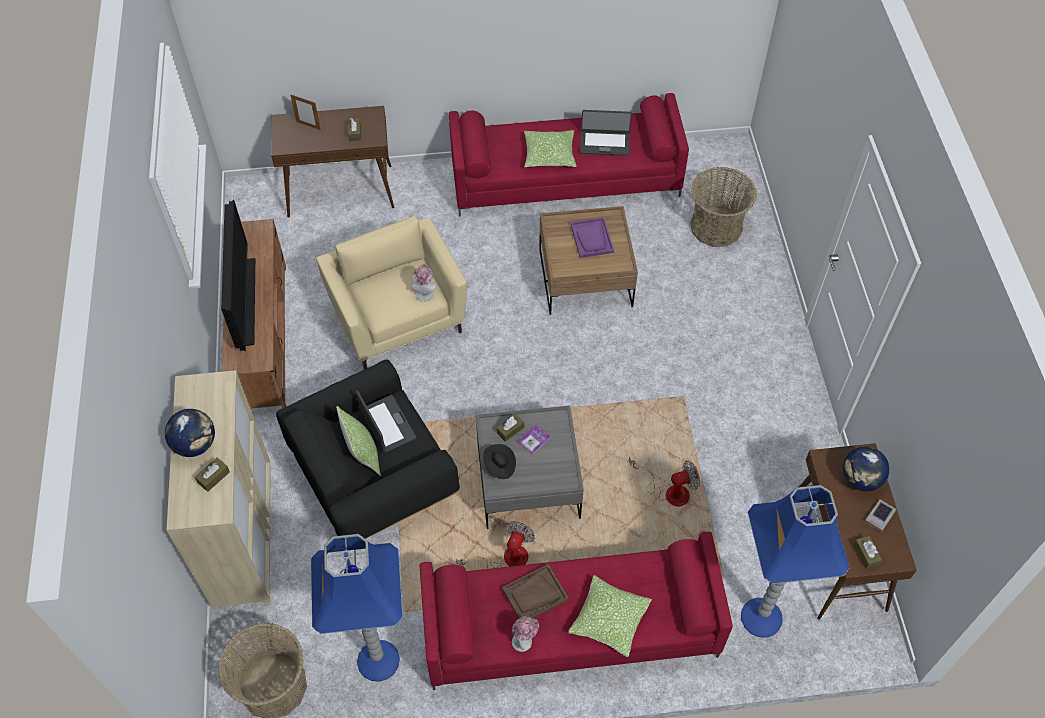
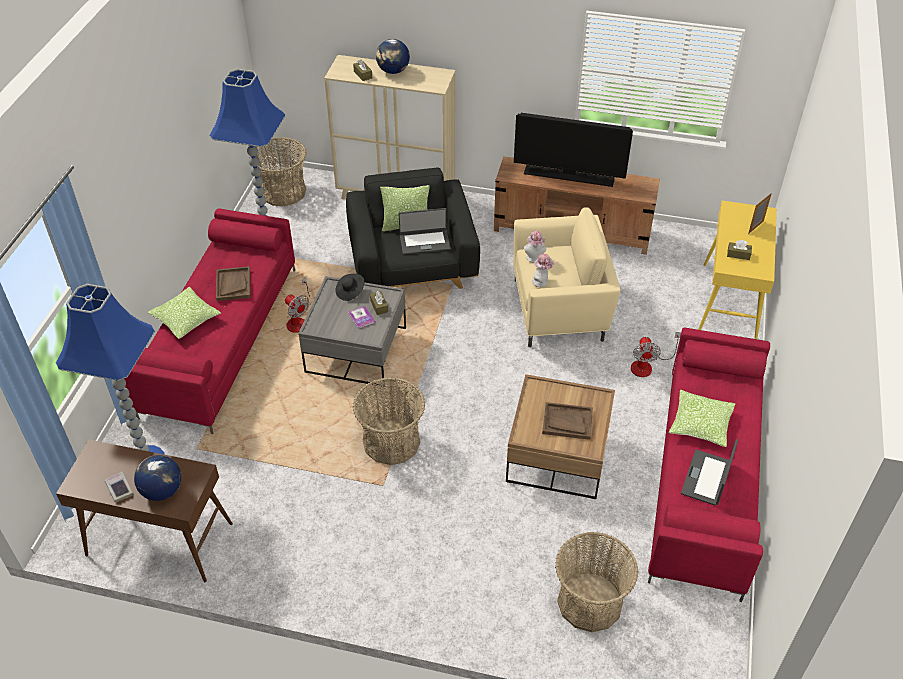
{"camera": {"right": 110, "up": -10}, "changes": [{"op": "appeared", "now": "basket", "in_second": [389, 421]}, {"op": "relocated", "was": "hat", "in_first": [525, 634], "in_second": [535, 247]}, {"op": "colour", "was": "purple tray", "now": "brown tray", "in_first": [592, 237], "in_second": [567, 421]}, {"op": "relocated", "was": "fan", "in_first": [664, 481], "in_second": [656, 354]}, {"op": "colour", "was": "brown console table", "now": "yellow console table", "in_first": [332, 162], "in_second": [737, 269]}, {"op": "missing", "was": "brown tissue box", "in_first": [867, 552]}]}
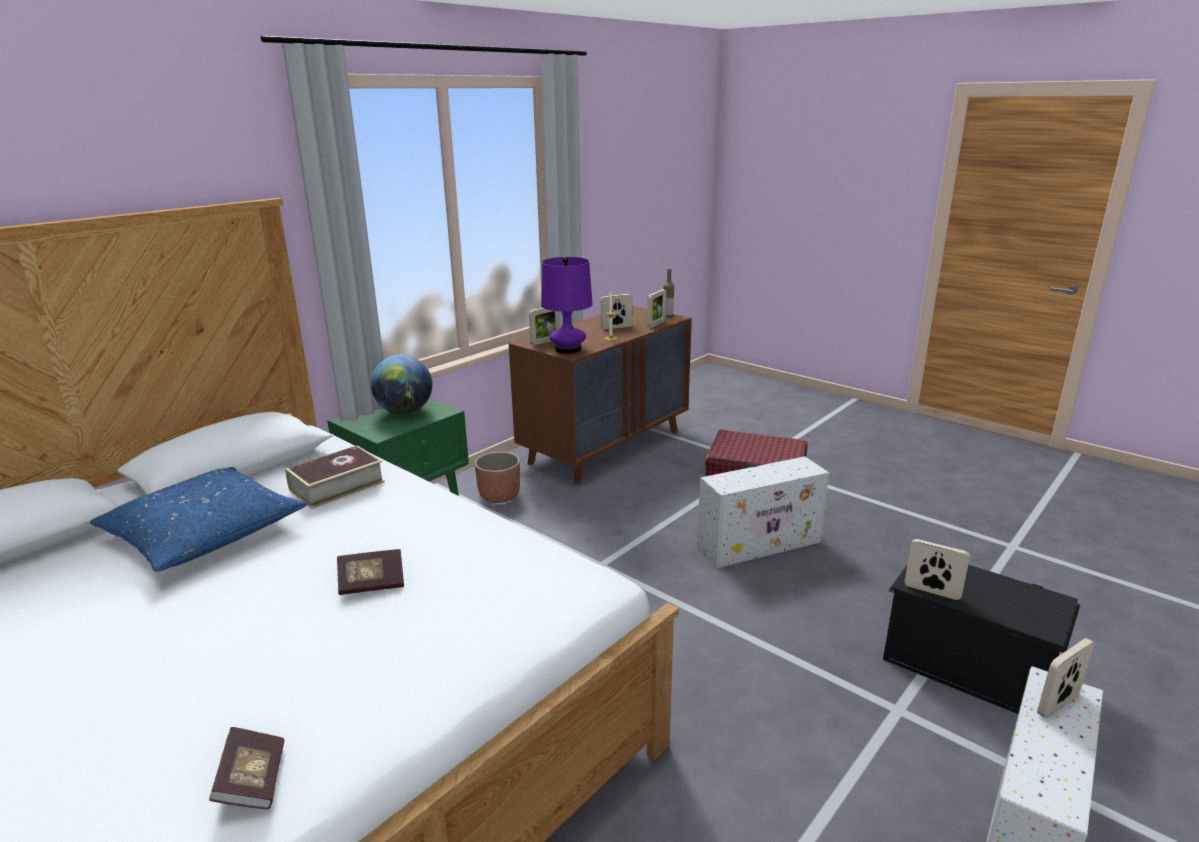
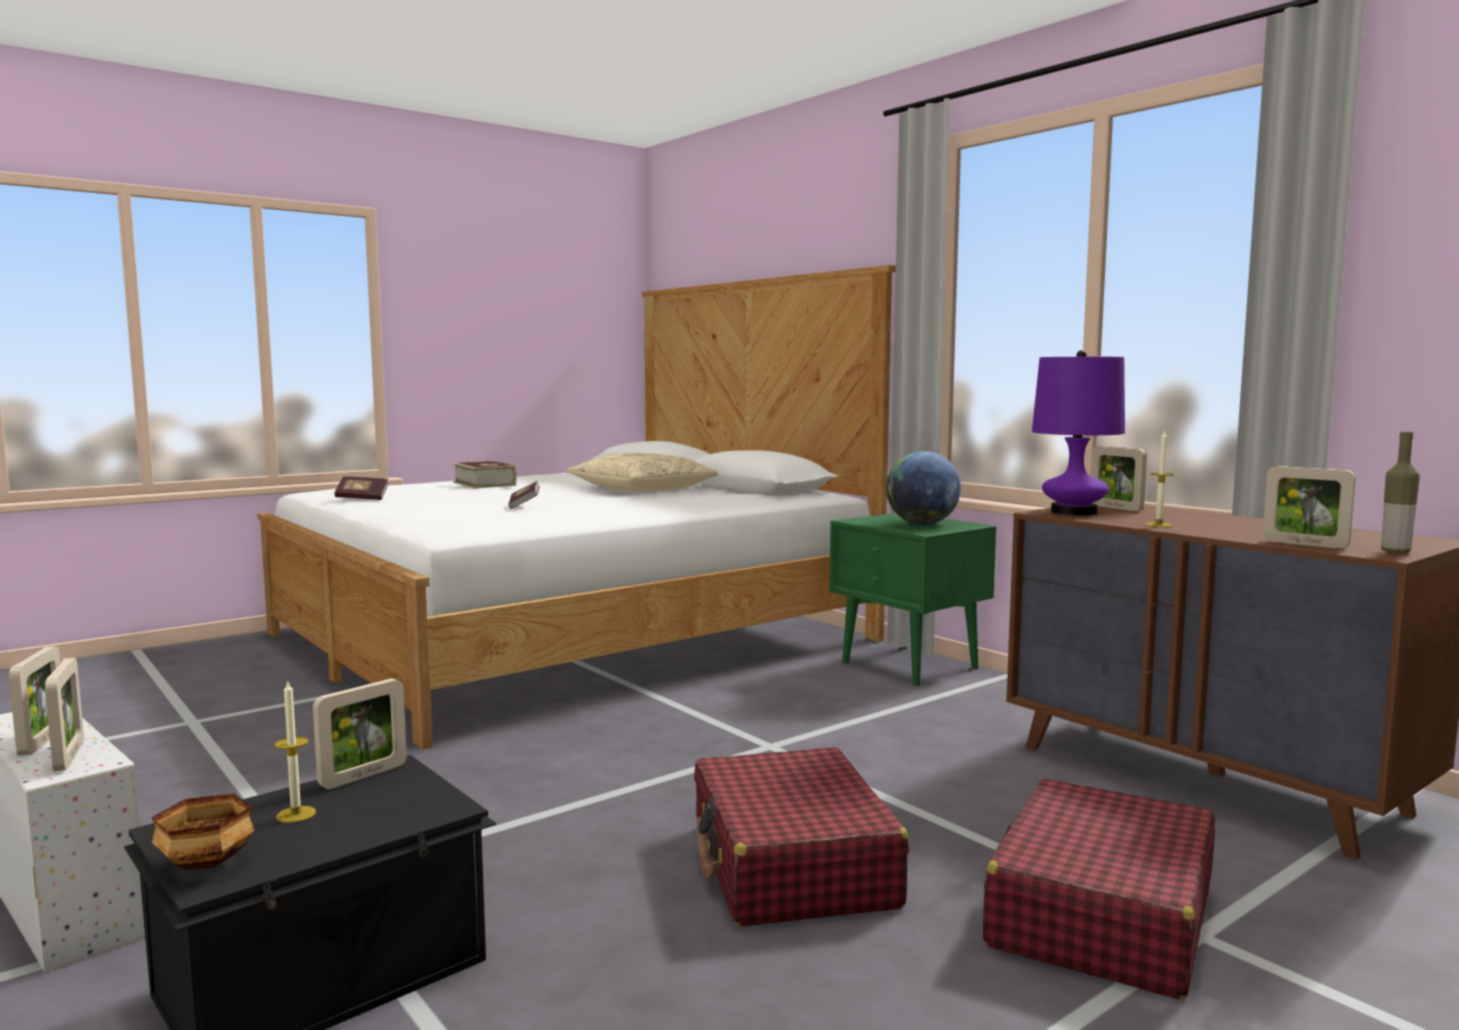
{"camera": {"right": 100, "up": -15}, "changes": [{"op": "relocated", "was": "picture frame", "in_first": [617, 312], "in_second": [34, 701]}, {"op": "appeared", "now": "bowl", "in_second": [203, 832]}, {"op": "appeared", "now": "candle", "in_second": [295, 752]}, {"op": "relocated", "was": "book", "in_first": [335, 477], "in_second": [484, 475]}, {"op": "colour", "was": "blue pillow", "now": "beige pillow", "in_first": [198, 519], "in_second": [642, 472]}, {"op": "exchanged", "was": "white storage box", "now": "red suitcase", "in_first": [763, 512], "in_second": [801, 837]}, {"op": "missing", "was": "planter", "in_first": [497, 477]}]}
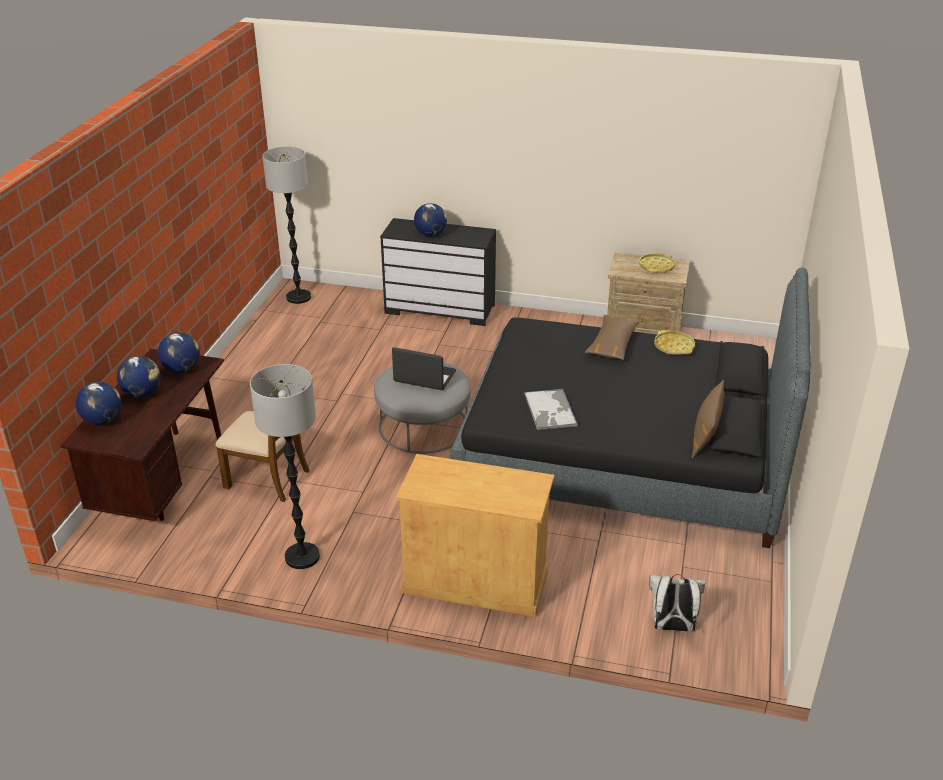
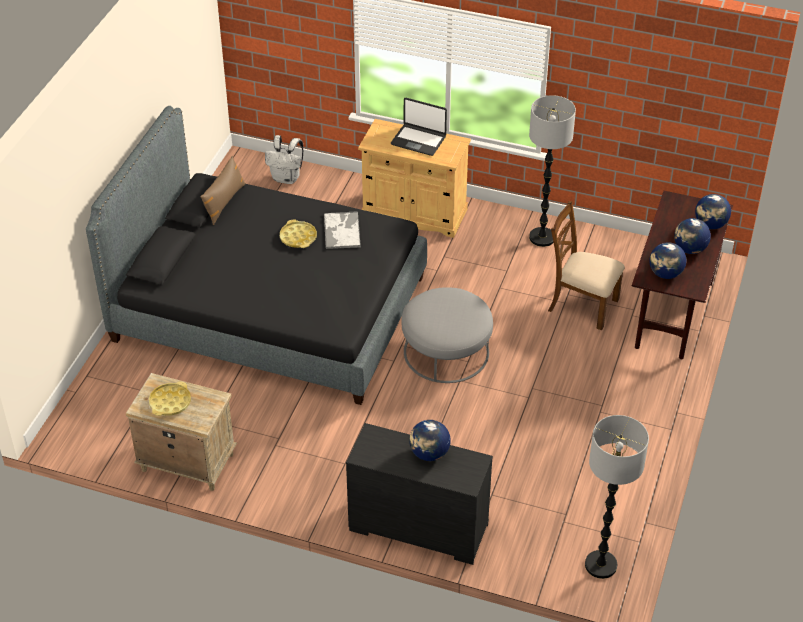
{"camera": {"right": -175, "up": 10}, "changes": [{"op": "relocated", "was": "yellow tray", "in_first": [674, 342], "in_second": [298, 233]}, {"op": "relocated", "was": "laptop", "in_first": [424, 368], "in_second": [419, 127]}, {"op": "missing", "was": "brown pillow", "in_first": [612, 337]}]}
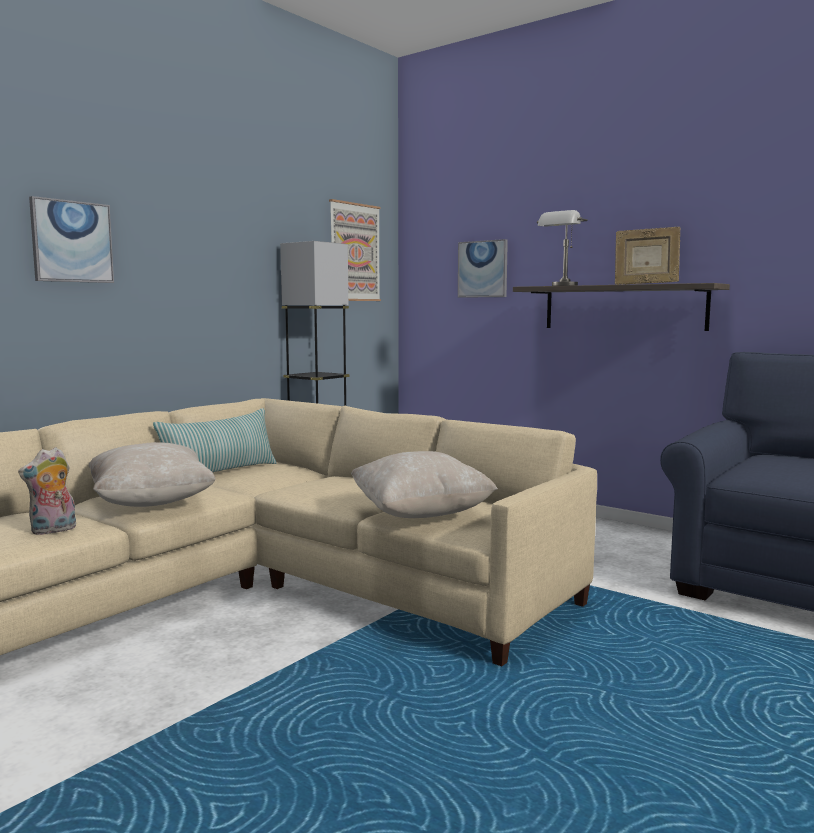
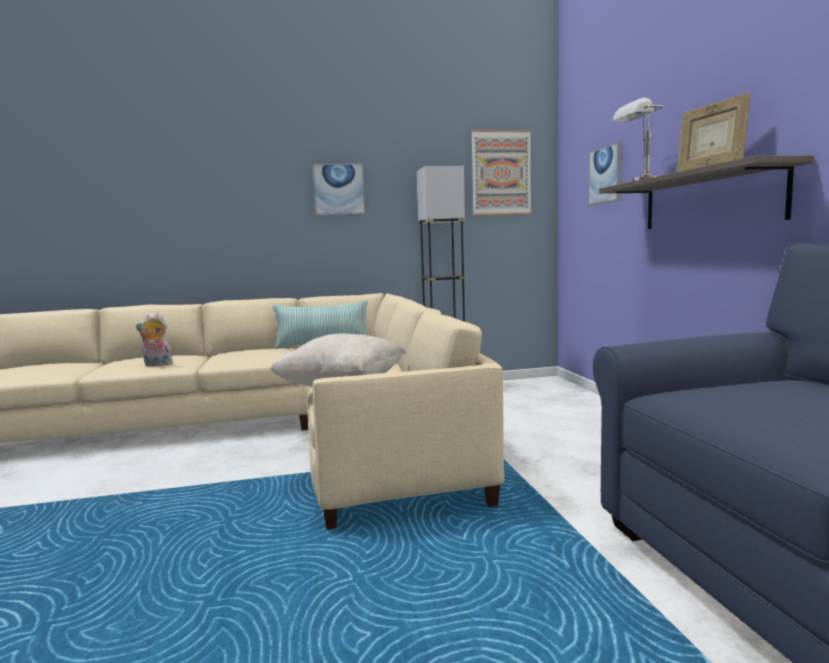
{"camera": {"right": 40, "up": 0}, "changes": [{"op": "relocated", "was": "picture", "in_first": [71, 239], "in_second": [339, 189]}, {"op": "missing", "was": "beige pillow", "in_first": [152, 474]}]}
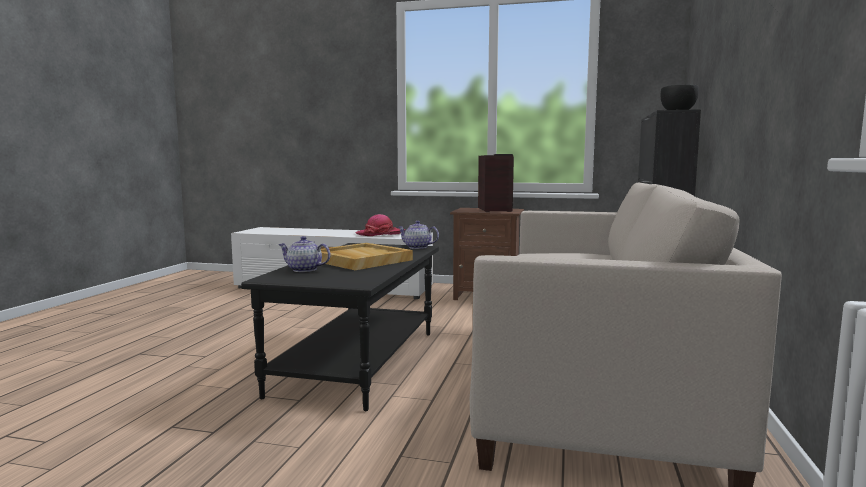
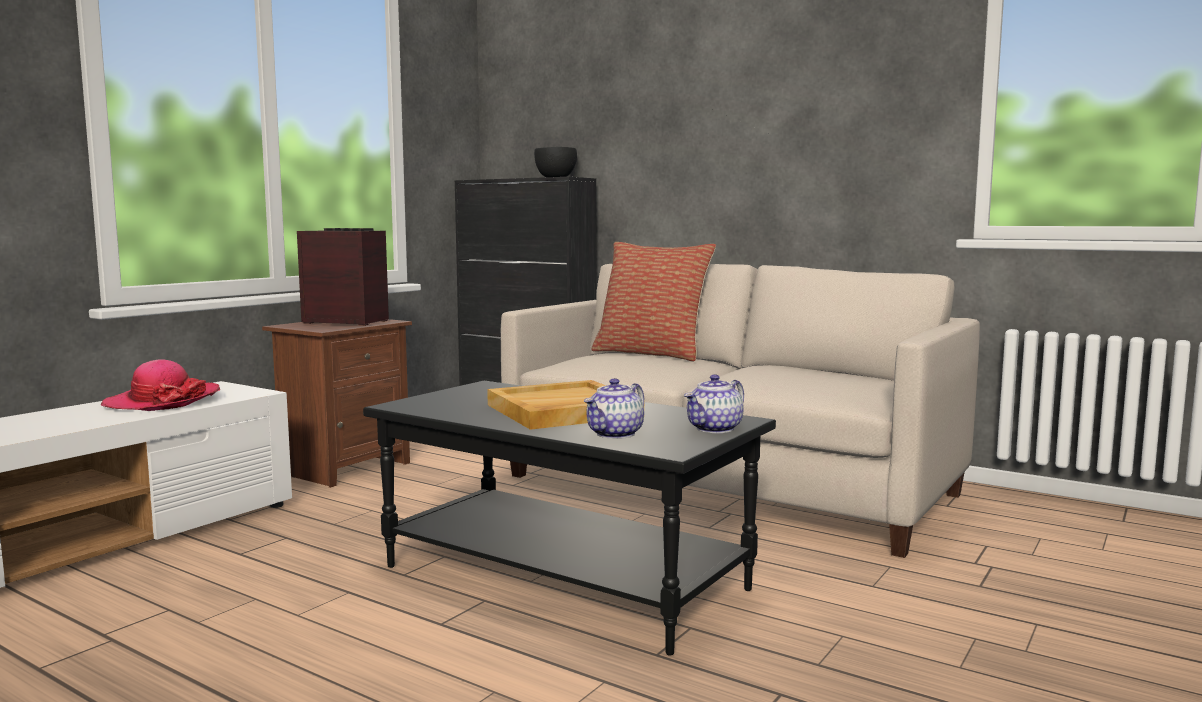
{"camera": {"right": -70, "up": 0}, "changes": [{"op": "appeared", "now": "pillow", "in_second": [653, 302]}, {"op": "relocated", "was": "teapot", "in_first": [418, 235], "in_second": [714, 403]}]}
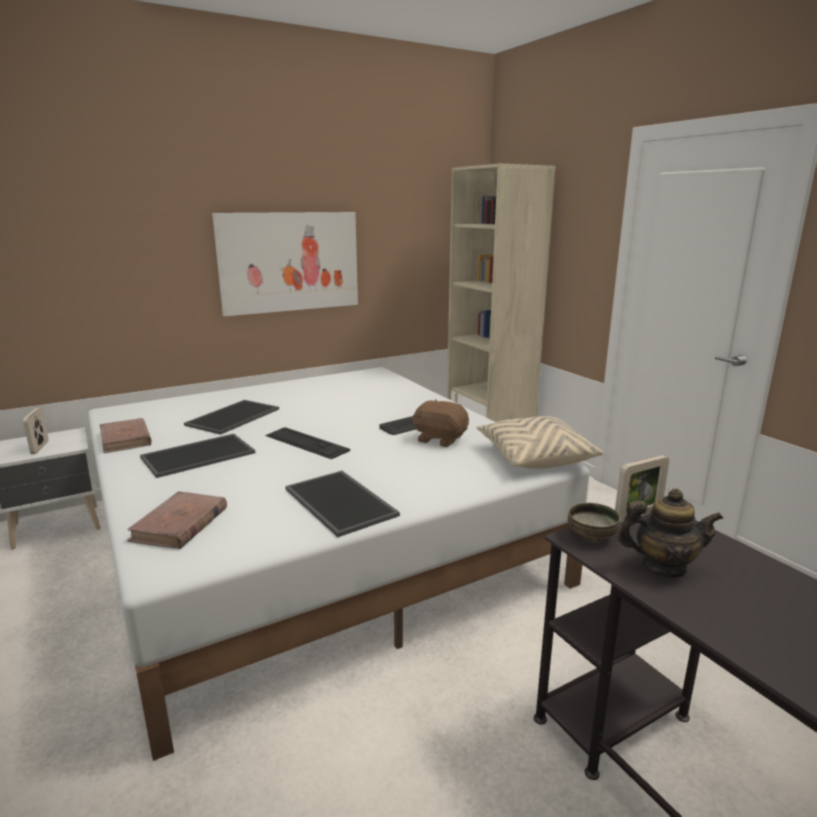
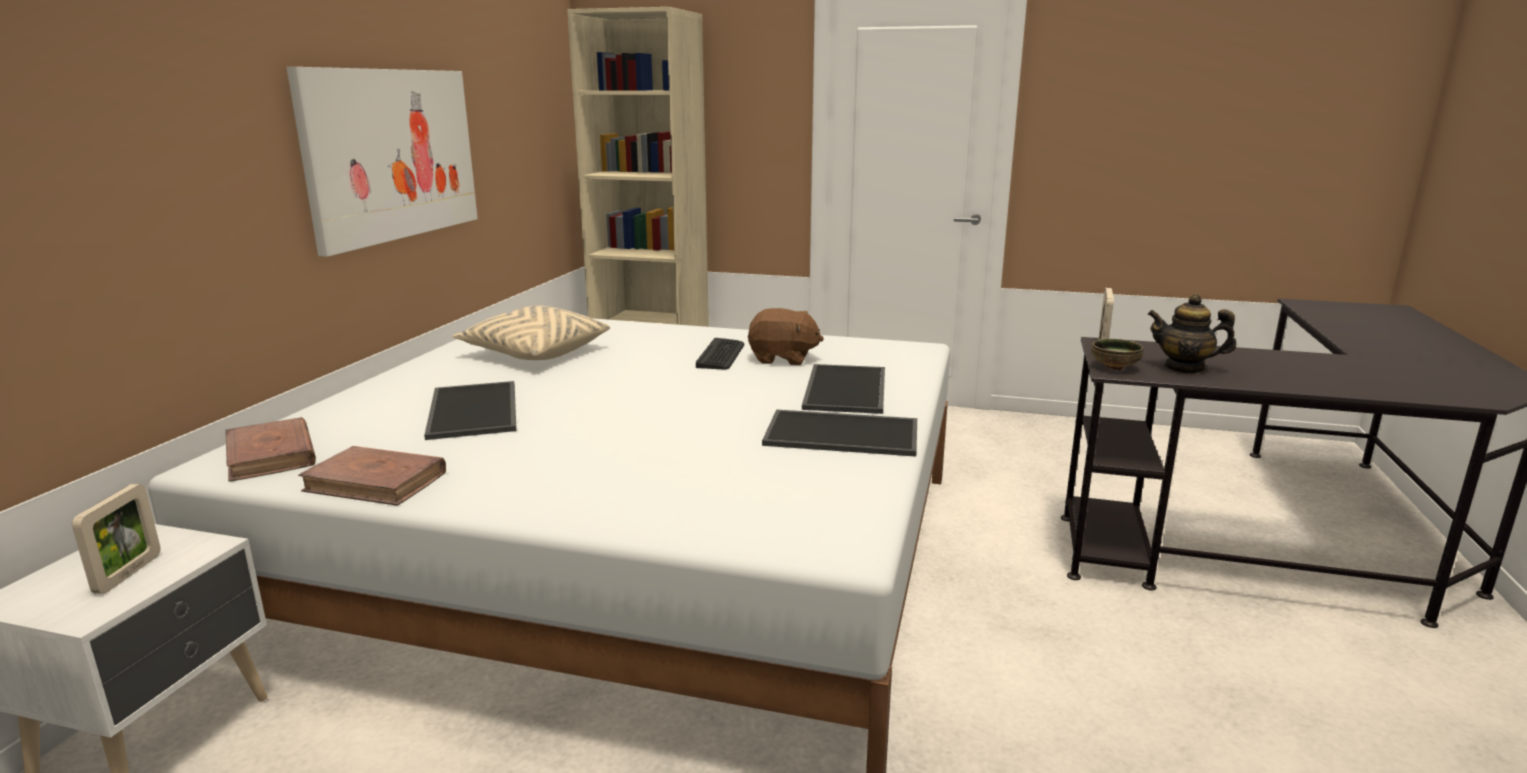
{"camera": {"right": -45, "up": 0}, "changes": [{"op": "spun", "was": "picture frame", "in_first": [35, 430], "in_second": [116, 539], "clockwise": -120}, {"op": "relocated", "was": "brown book", "in_first": [177, 520], "in_second": [270, 449]}, {"op": "relocated", "was": "beige pillow", "in_first": [540, 442], "in_second": [531, 332]}, {"op": "spun", "was": "brown plush toy", "in_first": [440, 423], "in_second": [786, 336], "clockwise": -150}, {"op": "relocated", "was": "tray", "in_first": [197, 456], "in_second": [843, 389]}, {"op": "spun", "was": "teapot", "in_first": [670, 533], "in_second": [1192, 334], "clockwise": -120}, {"op": "missing", "was": "keyboard", "in_first": [308, 443]}]}
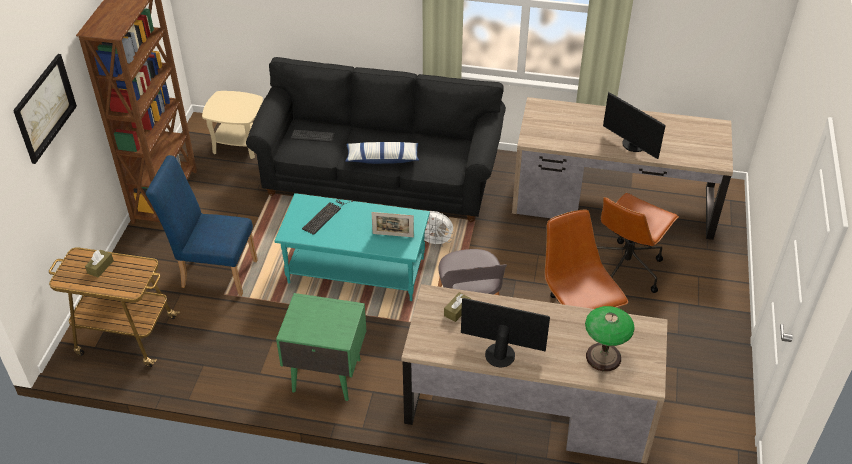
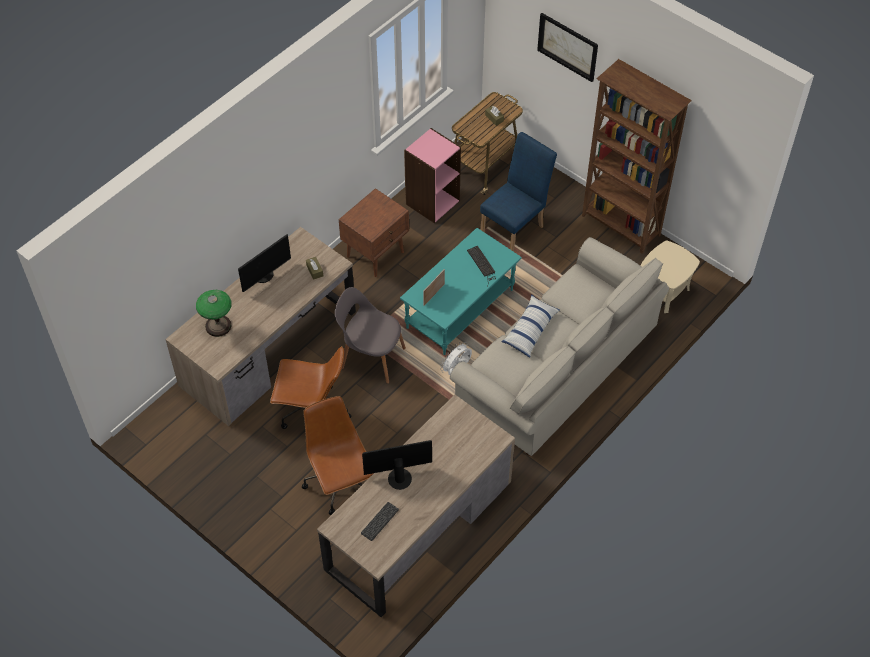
{"camera": {"right": 120, "up": 10}, "changes": [{"op": "colour", "was": "green nightstand", "now": "brown nightstand", "in_first": [321, 347], "in_second": [374, 232]}, {"op": "relocated", "was": "keyboard", "in_first": [312, 136], "in_second": [380, 521]}, {"op": "appeared", "now": "pink bookcase", "in_second": [432, 175]}, {"op": "colour", "was": "black sofa", "now": "beige sofa", "in_first": [376, 139], "in_second": [559, 346]}]}
